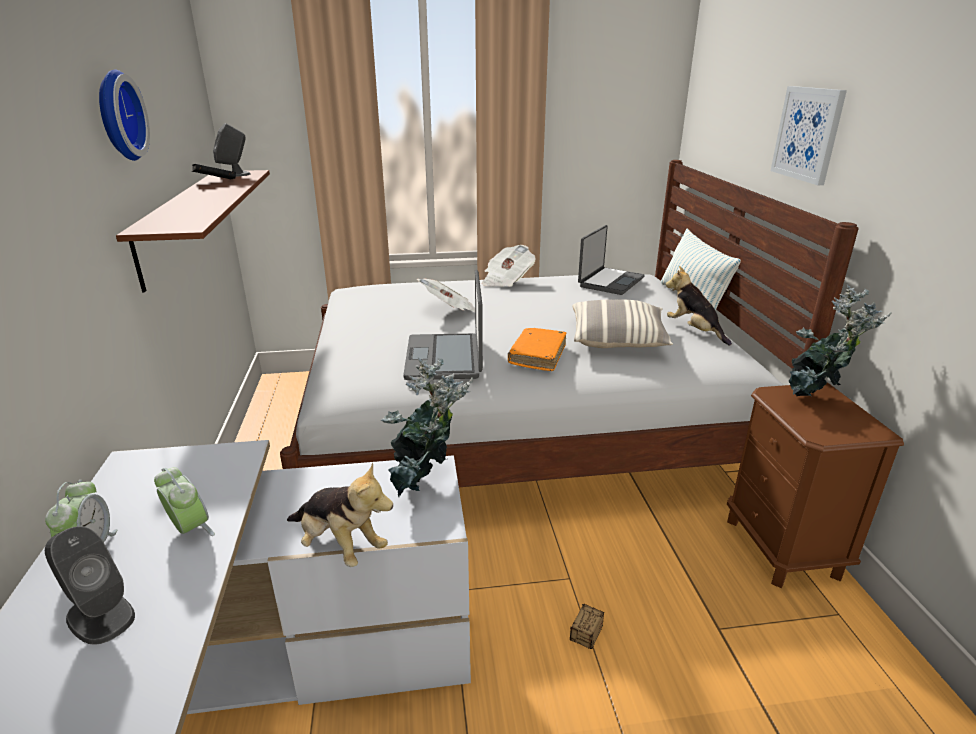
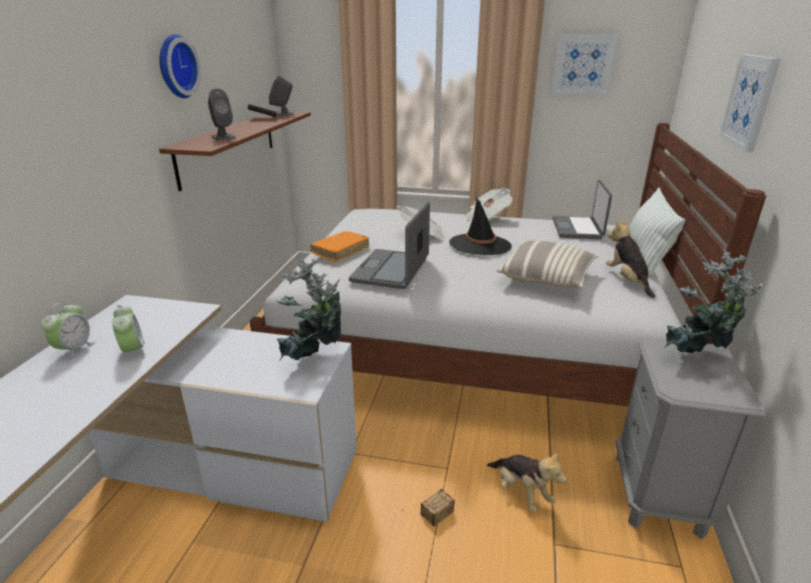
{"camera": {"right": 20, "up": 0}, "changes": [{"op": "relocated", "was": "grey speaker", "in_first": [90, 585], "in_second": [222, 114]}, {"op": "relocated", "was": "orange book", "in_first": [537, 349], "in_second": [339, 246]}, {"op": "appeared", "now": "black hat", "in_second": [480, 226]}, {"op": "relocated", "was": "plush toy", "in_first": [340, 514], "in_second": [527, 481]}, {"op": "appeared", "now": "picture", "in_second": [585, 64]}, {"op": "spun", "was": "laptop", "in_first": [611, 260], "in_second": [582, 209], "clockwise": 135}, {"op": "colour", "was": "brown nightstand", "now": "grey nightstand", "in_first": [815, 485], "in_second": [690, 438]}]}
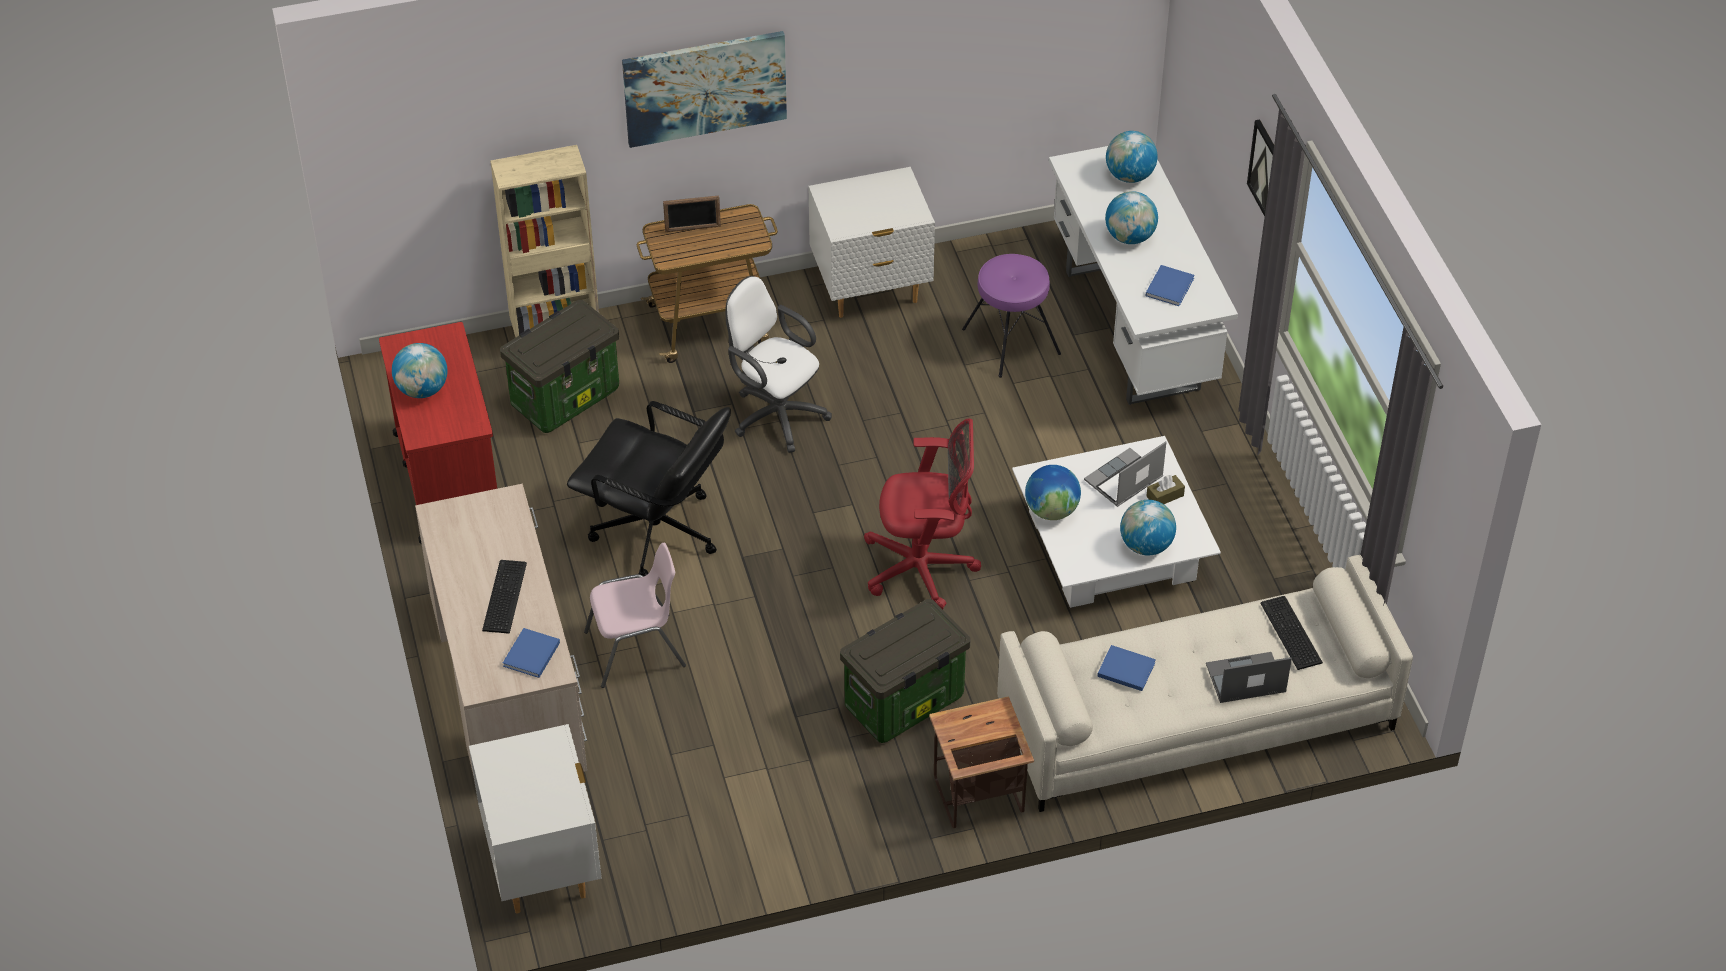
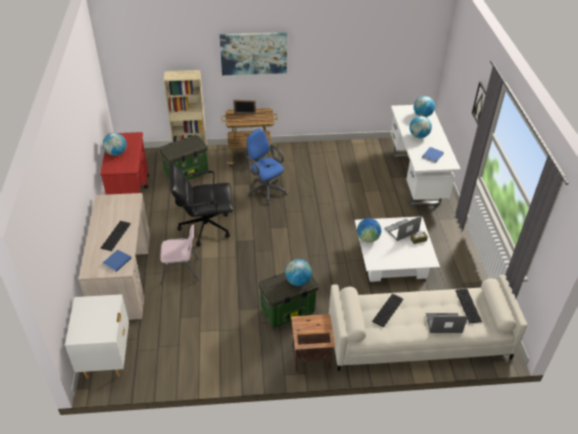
{"camera": {"right": 10, "up": -5}, "changes": [{"op": "spun", "was": "black office chair", "in_first": [649, 488], "in_second": [201, 204], "clockwise": 135}, {"op": "colour", "was": "white office chair", "now": "blue office chair", "in_first": [779, 364], "in_second": [267, 167]}, {"op": "relocated", "was": "globe", "in_first": [1148, 527], "in_second": [298, 272]}, {"op": "exchanged", "was": "blue book", "now": "keyboard", "in_first": [1126, 668], "in_second": [387, 310]}, {"op": "missing", "was": "white nightstand", "in_first": [872, 242]}, {"op": "missing", "was": "red office chair", "in_first": [922, 514]}, {"op": "missing", "was": "purple stool", "in_first": [1011, 316]}]}
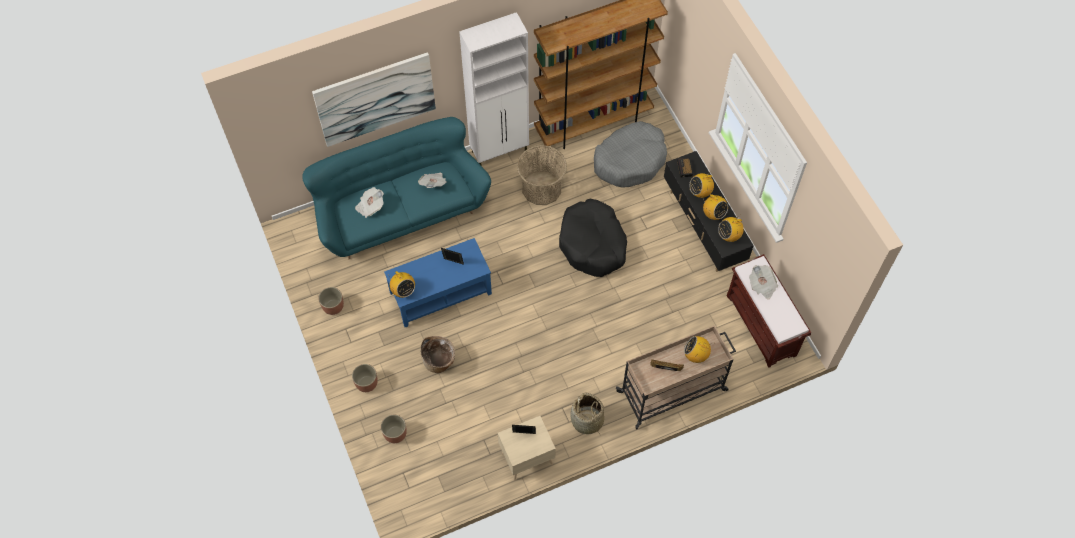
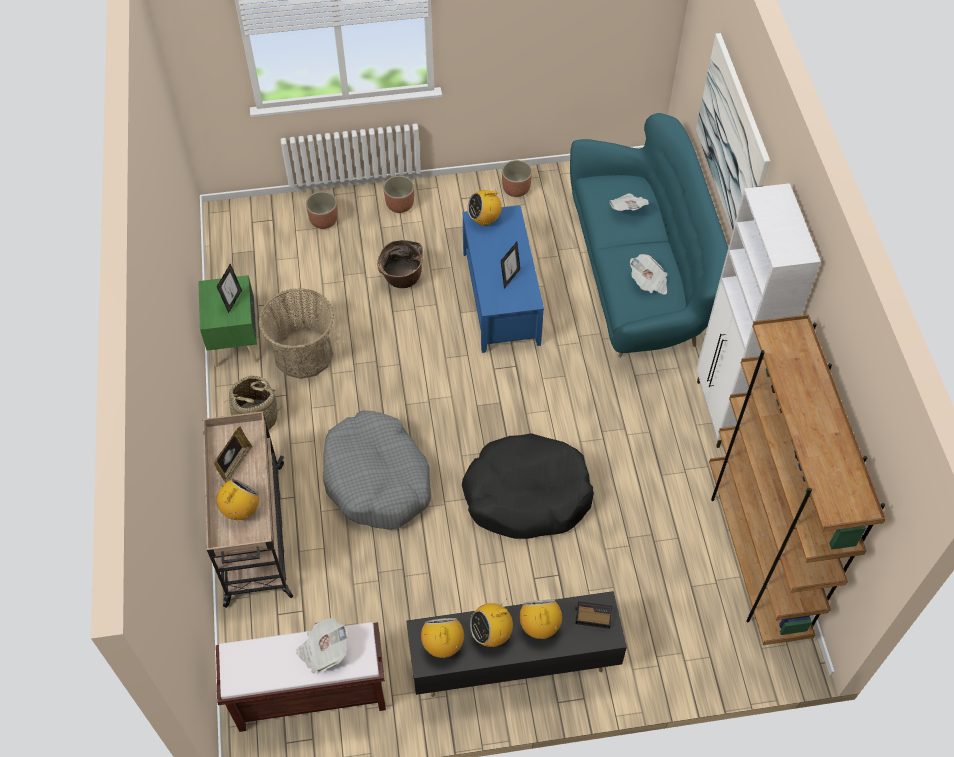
{"camera": {"right": 105, "up": -5}, "changes": [{"op": "colour", "was": "beige nightstand", "now": "green nightstand", "in_first": [527, 448], "in_second": [227, 321]}, {"op": "relocated", "was": "basket", "in_first": [542, 175], "in_second": [296, 333]}, {"op": "relocated", "was": "grey dog bed", "in_first": [630, 154], "in_second": [377, 469]}]}
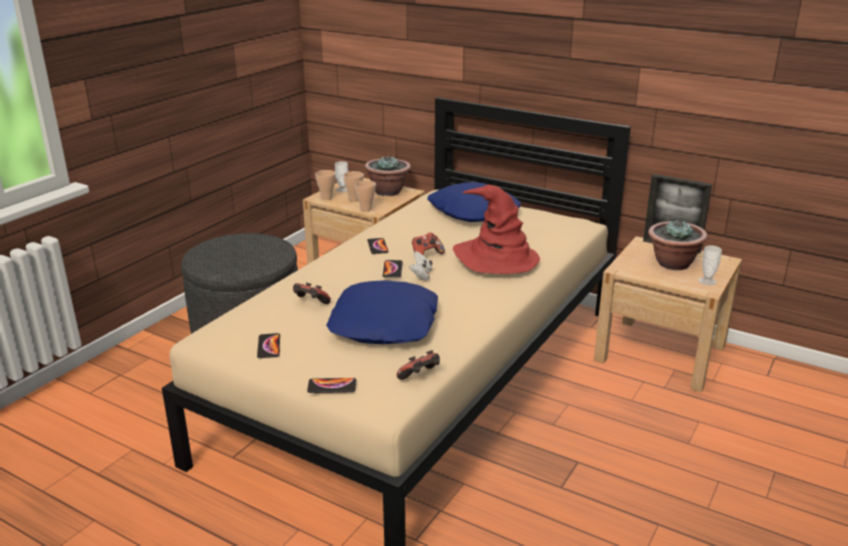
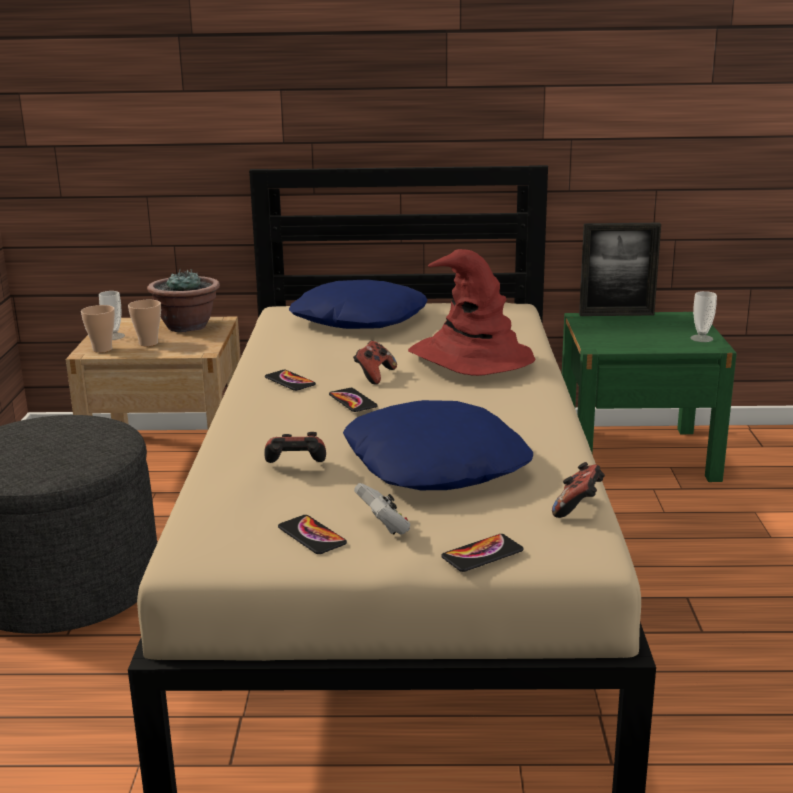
{"camera": {"right": -30, "up": -5}, "changes": [{"op": "relocated", "was": "white game controller", "in_first": [421, 265], "in_second": [382, 509]}, {"op": "colour", "was": "beige nightstand", "now": "green nightstand", "in_first": [668, 314], "in_second": [649, 397]}, {"op": "missing", "was": "cup", "in_first": [365, 195]}, {"op": "missing", "was": "potted plant", "in_first": [678, 244]}]}
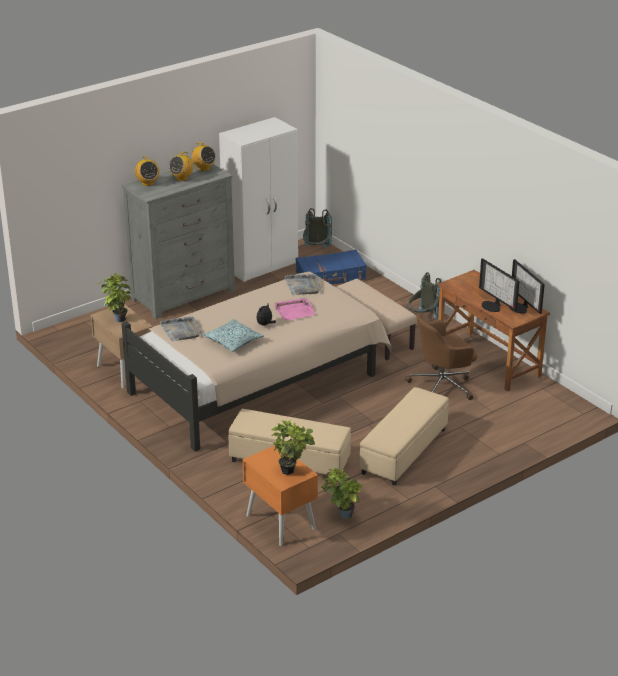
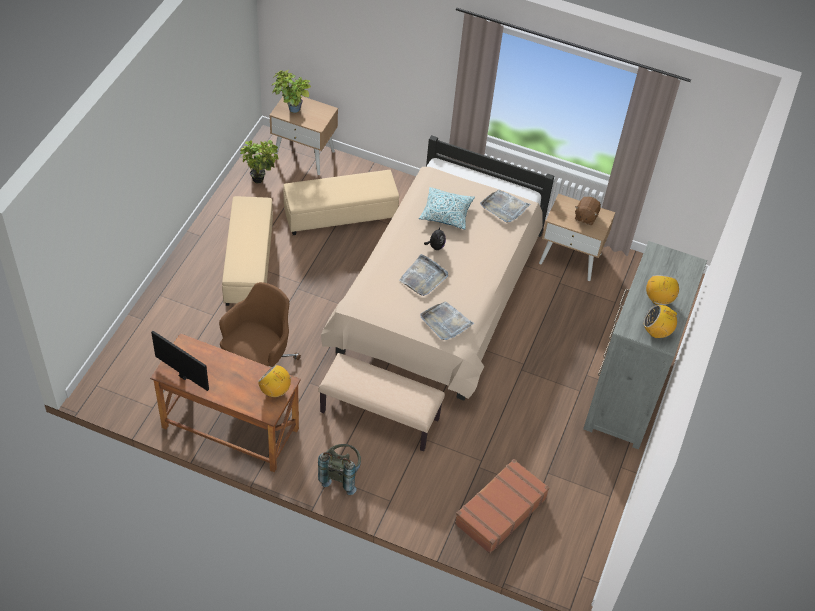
{"camera": {"right": 145, "up": 20}, "changes": [{"op": "relocated", "was": "radio", "in_first": [147, 171], "in_second": [274, 381]}, {"op": "colour", "was": "orange nightstand", "now": "beige nightstand", "in_first": [280, 495], "in_second": [303, 135]}, {"op": "colour", "was": "pink tray", "now": "grey tray", "in_first": [295, 309], "in_second": [423, 275]}, {"op": "colour", "was": "blue suitcase", "now": "brown suitcase", "in_first": [331, 267], "in_second": [502, 506]}, {"op": "exchanged", "was": "potted plant", "now": "brown plush toy", "in_first": [114, 297], "in_second": [588, 211]}, {"op": "missing", "was": "white wardrobe", "in_first": [258, 199]}, {"op": "missing", "was": "grey backpack", "in_first": [317, 228]}, {"op": "missing", "was": "monitor", "in_first": [499, 285]}]}
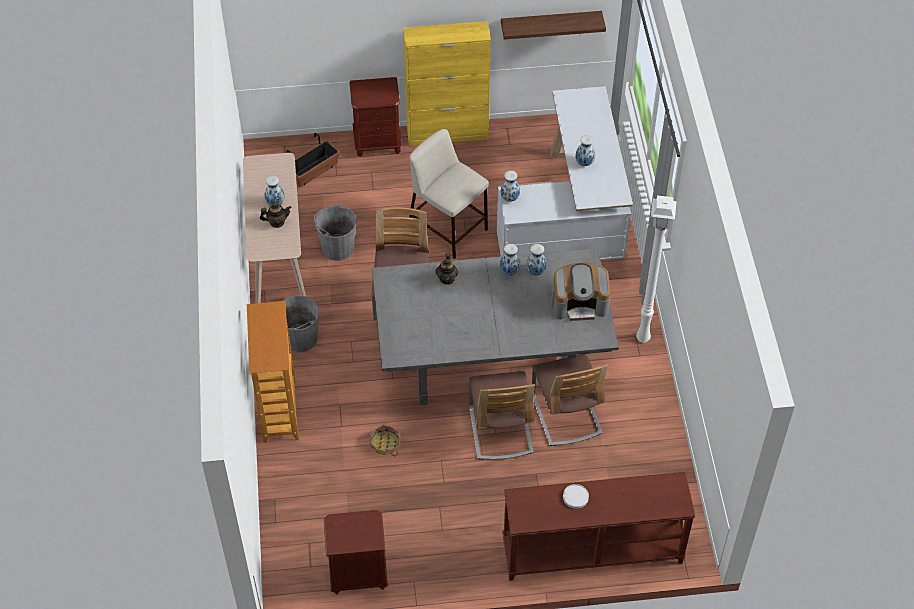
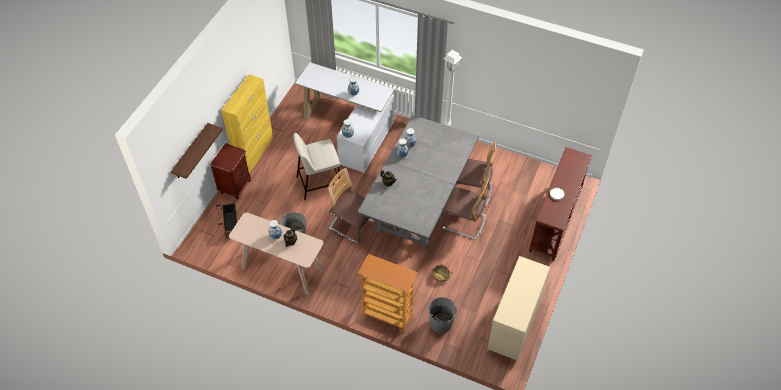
{"camera": {"right": -60, "up": 0}, "changes": [{"op": "relocated", "was": "shelf", "in_first": [553, 25], "in_second": [197, 151]}, {"op": "relocated", "was": "grey bucket", "in_first": [301, 323], "in_second": [442, 315]}, {"op": "exchanged", "was": "brown nightstand", "now": "beige dresser", "in_first": [356, 552], "in_second": [518, 309]}, {"op": "missing", "was": "coffee machine", "in_first": [580, 292]}]}
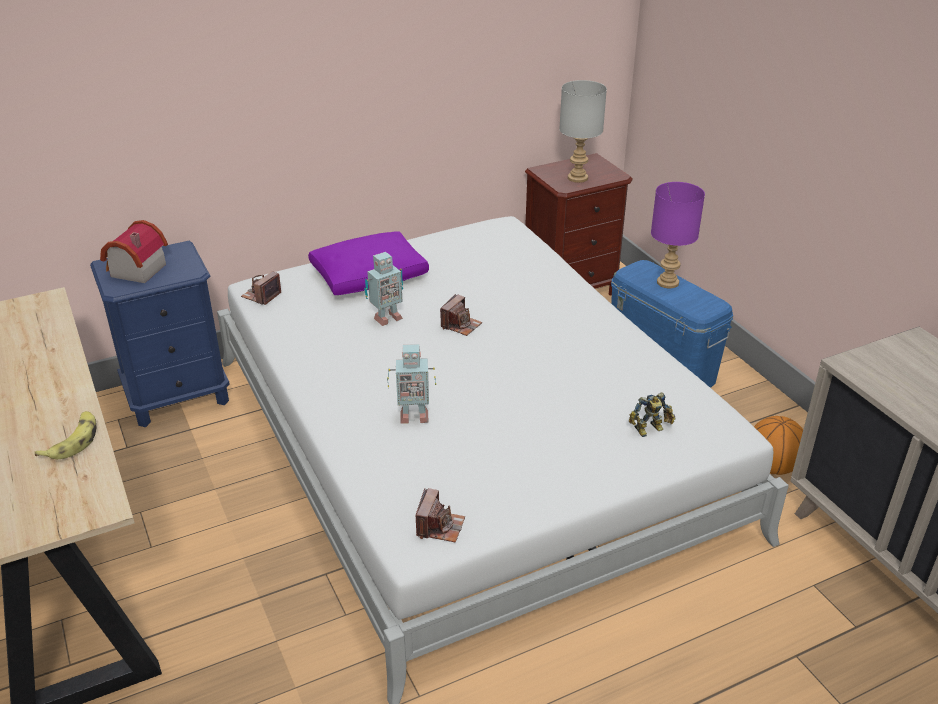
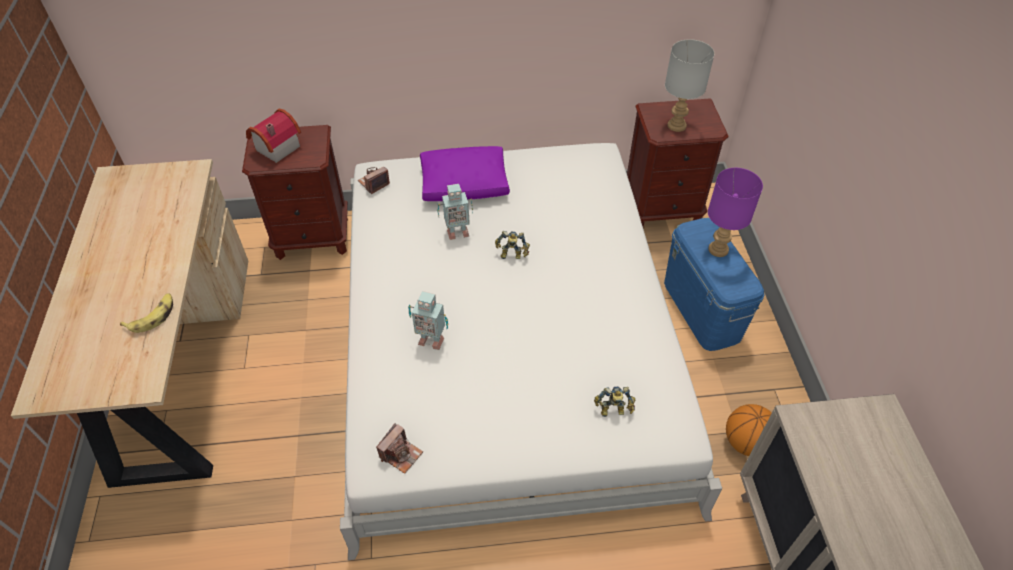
{"camera": {"right": 20, "up": 15}, "changes": [{"op": "colour", "was": "blue nightstand", "now": "brown nightstand", "in_first": [159, 334], "in_second": [295, 192]}, {"op": "exchanged", "was": "photo camera", "now": "toy robot", "in_first": [461, 315], "in_second": [512, 245]}]}
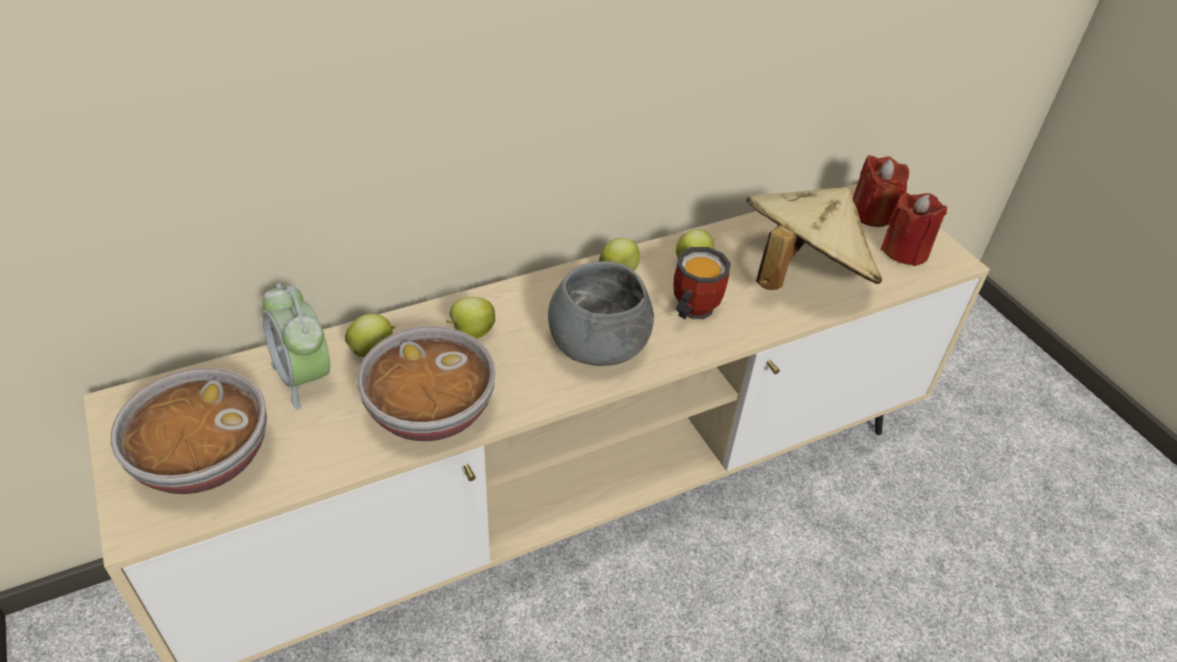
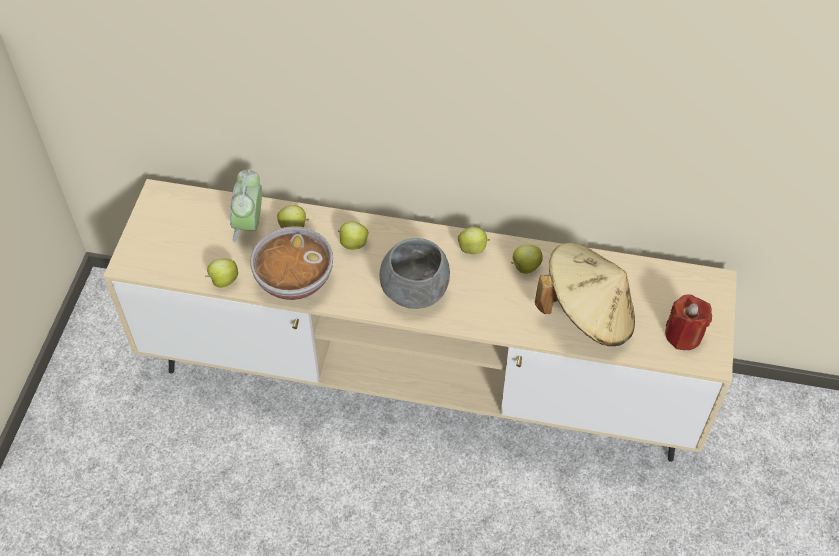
{"camera": {"right": 40, "up": 10}, "changes": [{"op": "appeared", "now": "apple", "in_second": [221, 273]}, {"op": "missing", "was": "bowl", "in_first": [189, 431]}, {"op": "missing", "was": "mug", "in_first": [702, 283]}, {"op": "missing", "was": "red candle", "in_first": [881, 191]}]}
